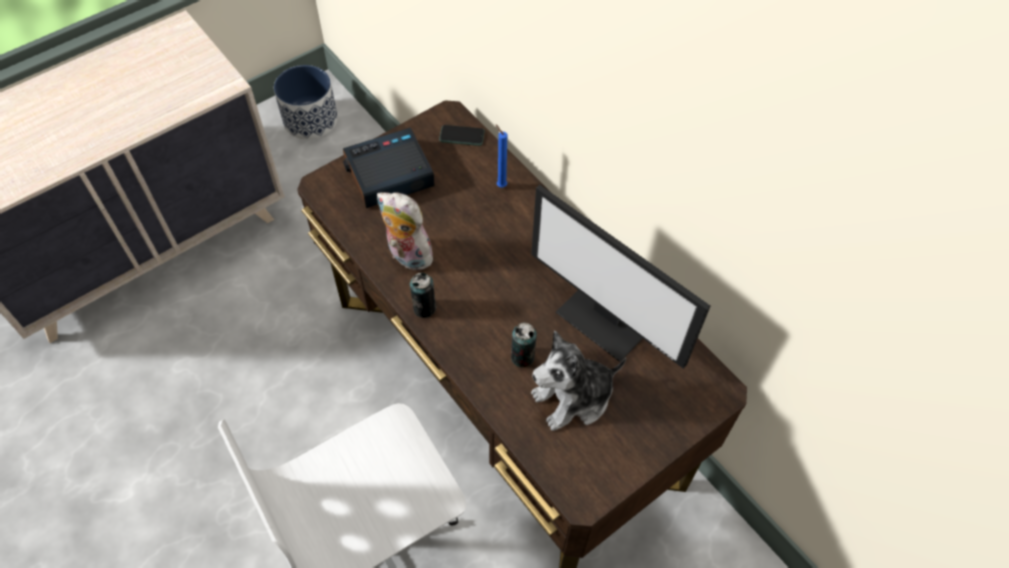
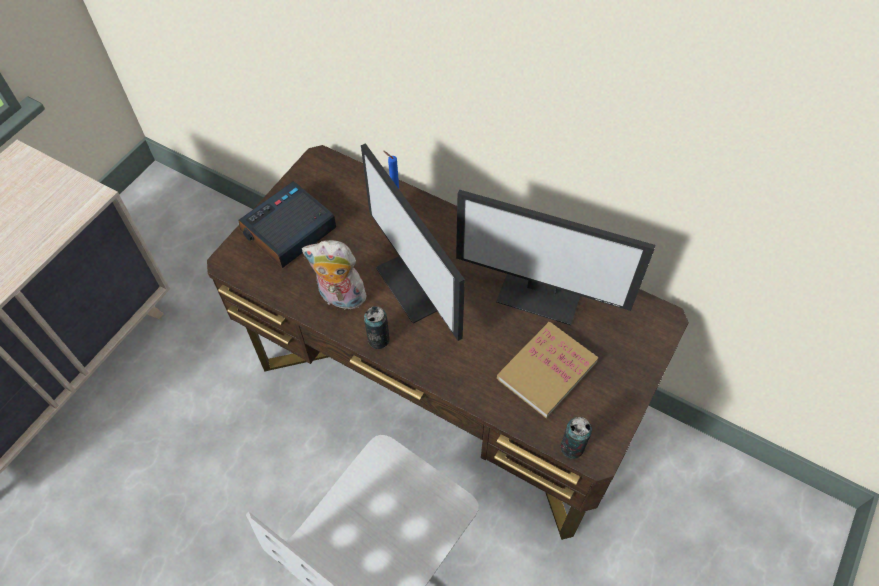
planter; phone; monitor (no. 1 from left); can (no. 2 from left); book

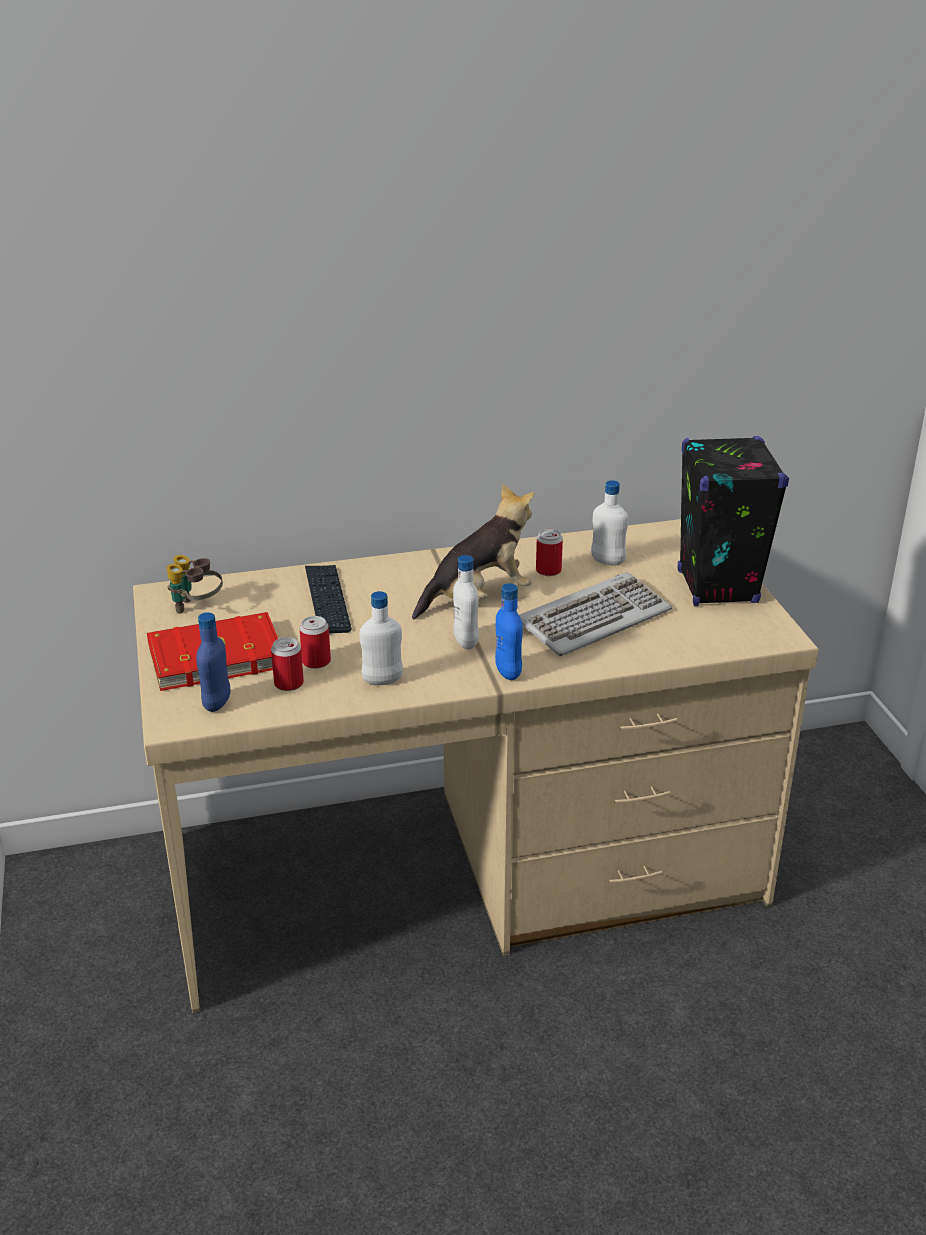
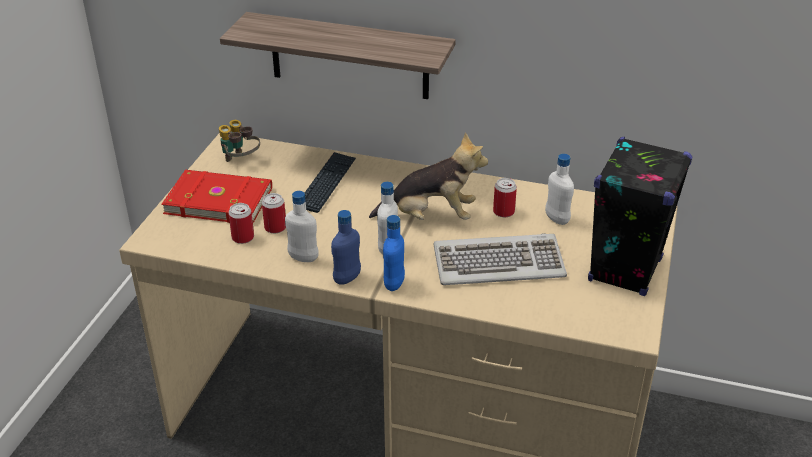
shelf; blue bottle (no. 1 from left)

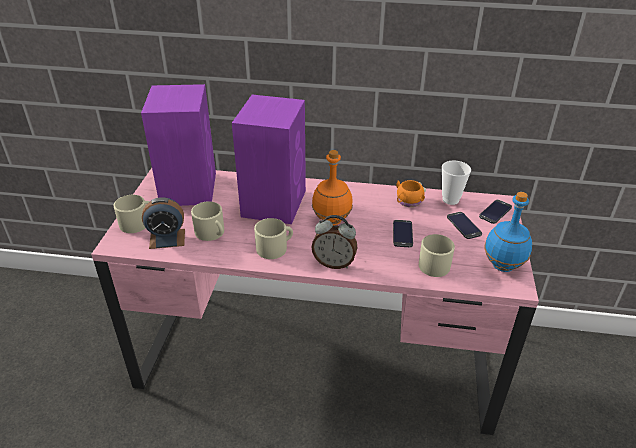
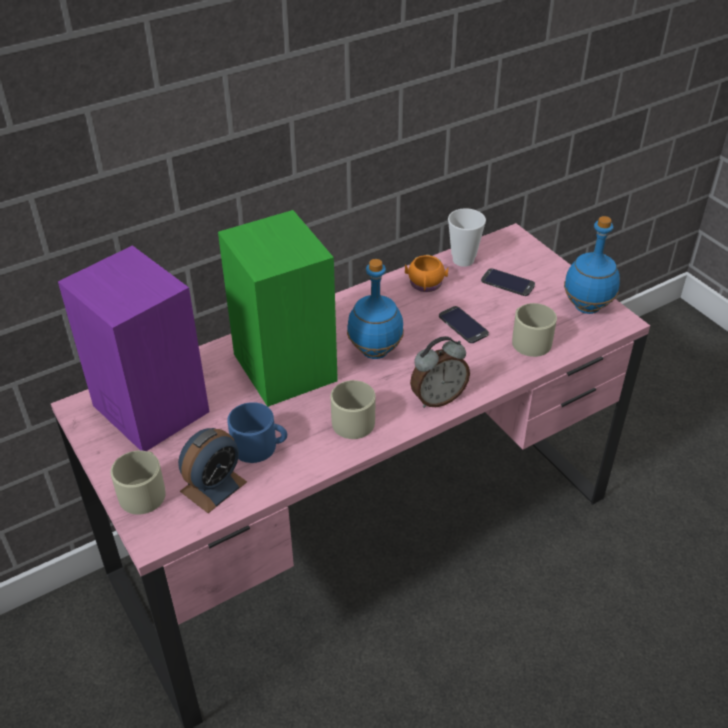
phone (no. 3 from left in the first image); blue mug; green speaker; blue bottle (no. 1 from left)

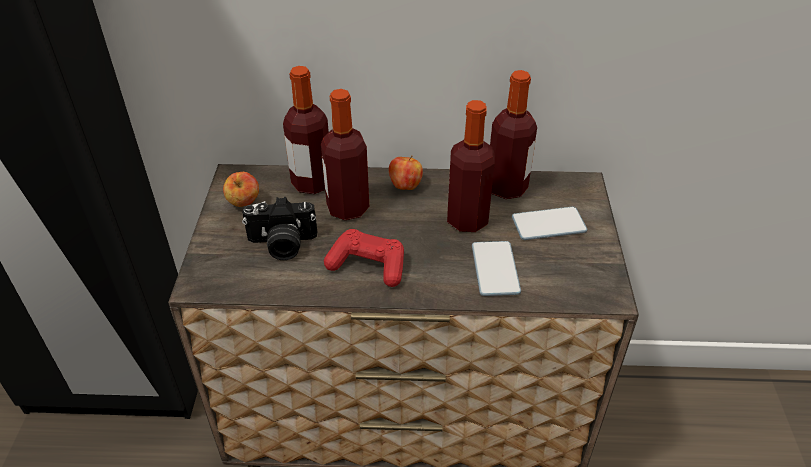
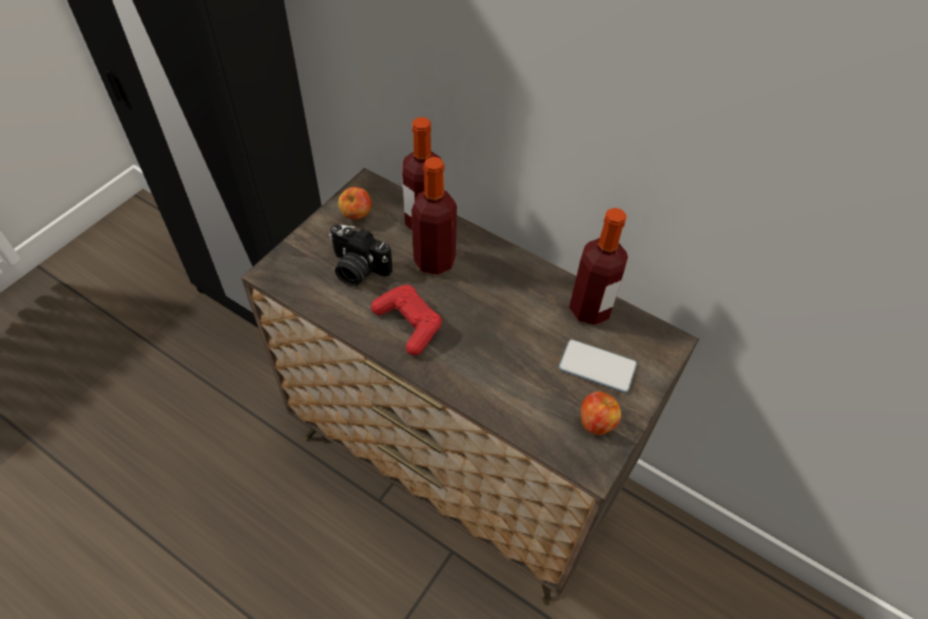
bottle (no. 3 from left in the first image); phone (no. 1 from left in the first image); apple (no. 2 from left)

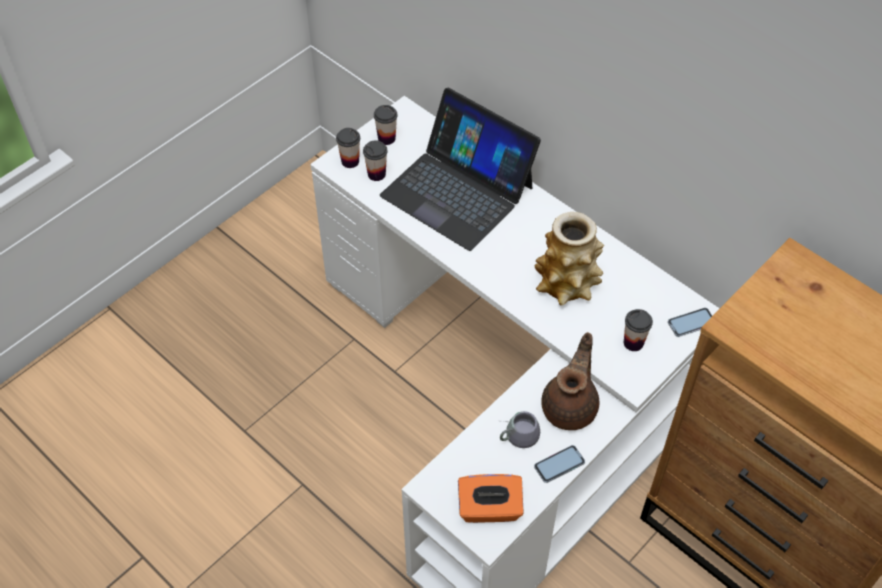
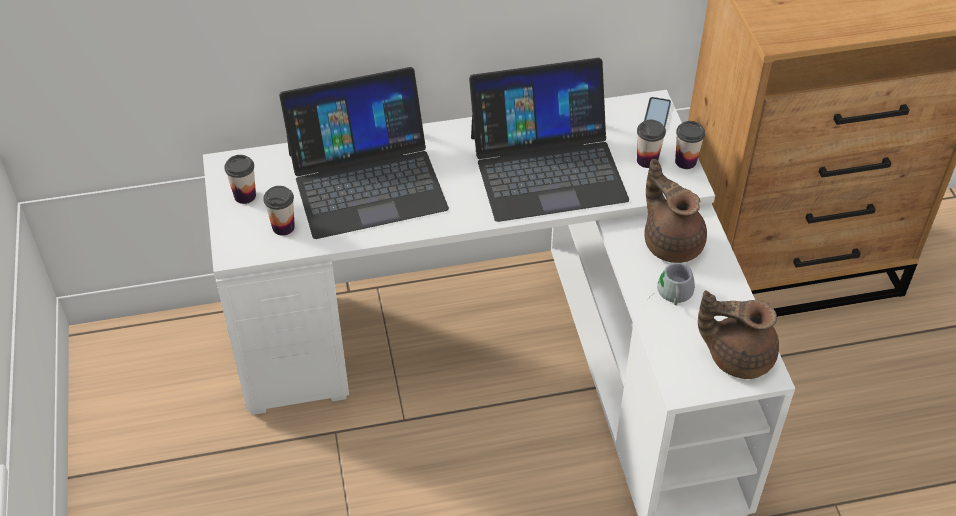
phone (no. 1 from left in the first image); cup (no. 4 from left); brown teapot (no. 2 from left); laptop (no. 2 from left)

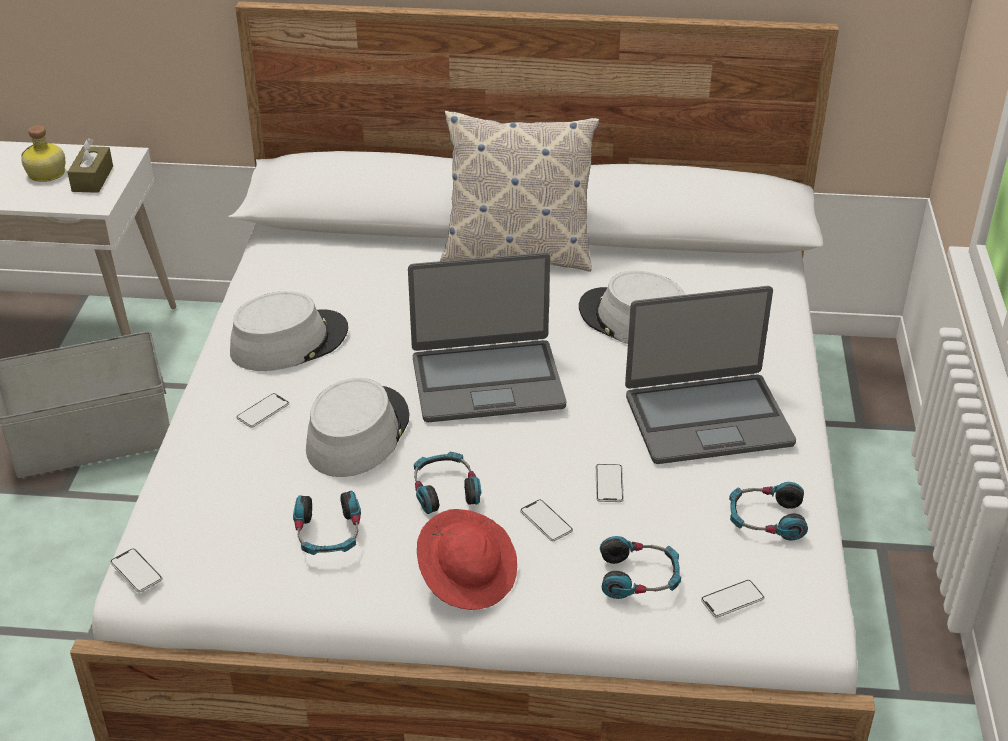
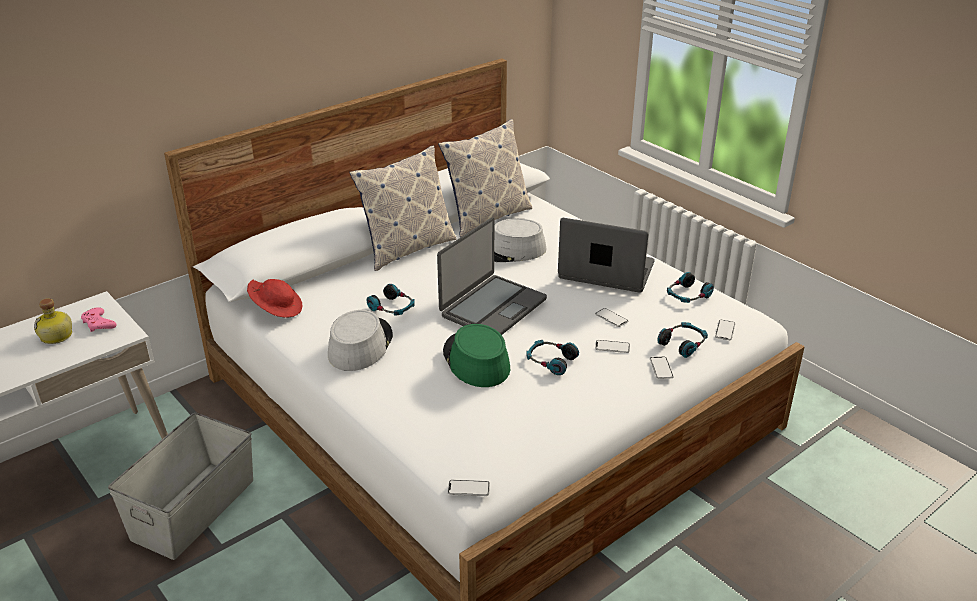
pillow (no. 2 from left); phone (no. 4 from left); headphones (no. 1 from left); red hat; pink game controller; green hat; laptop (no. 2 from left)

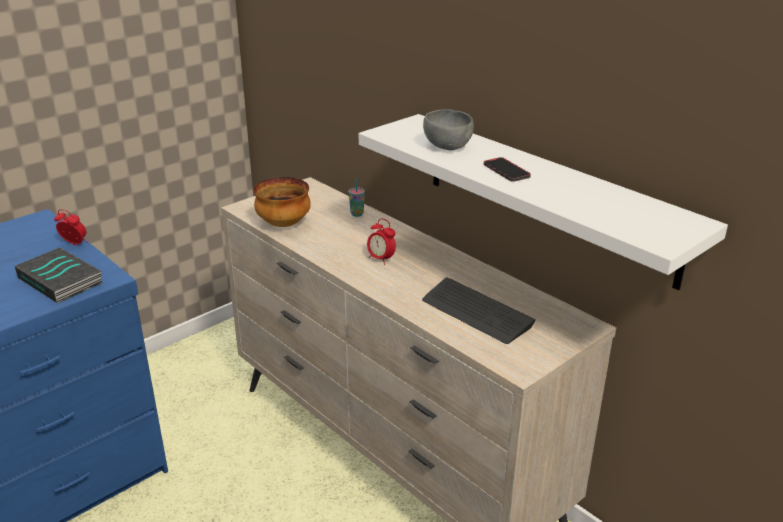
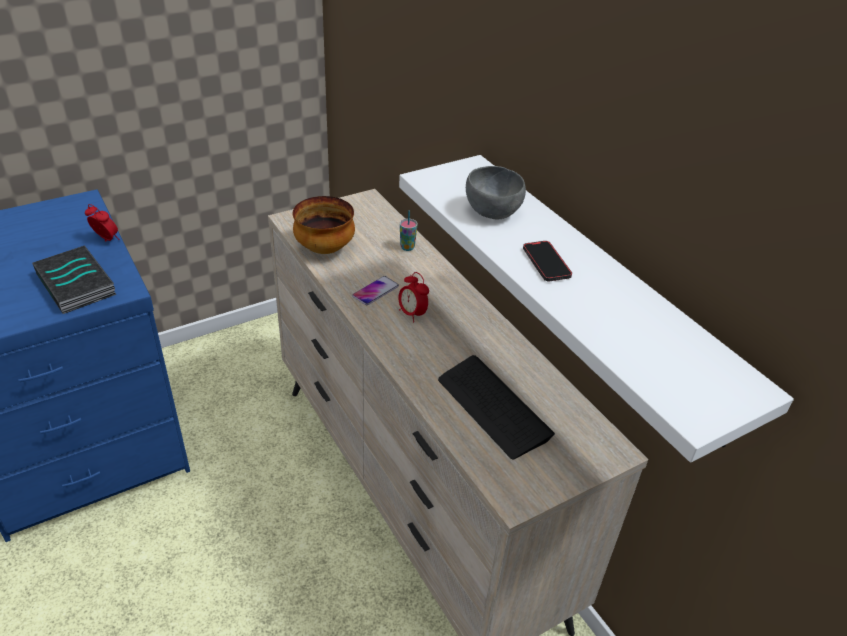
phone (no. 1 from left)

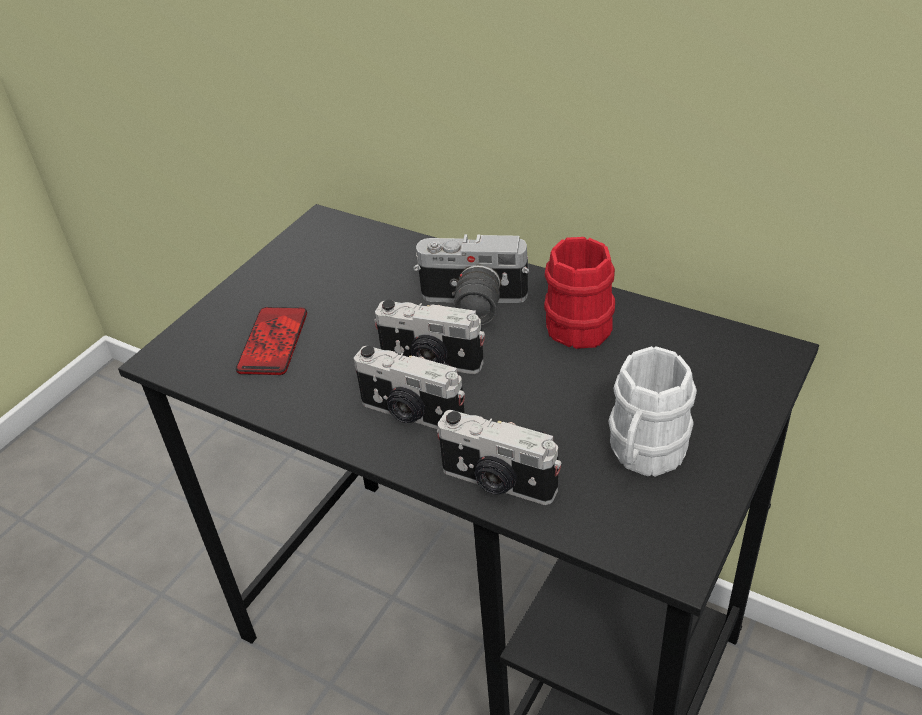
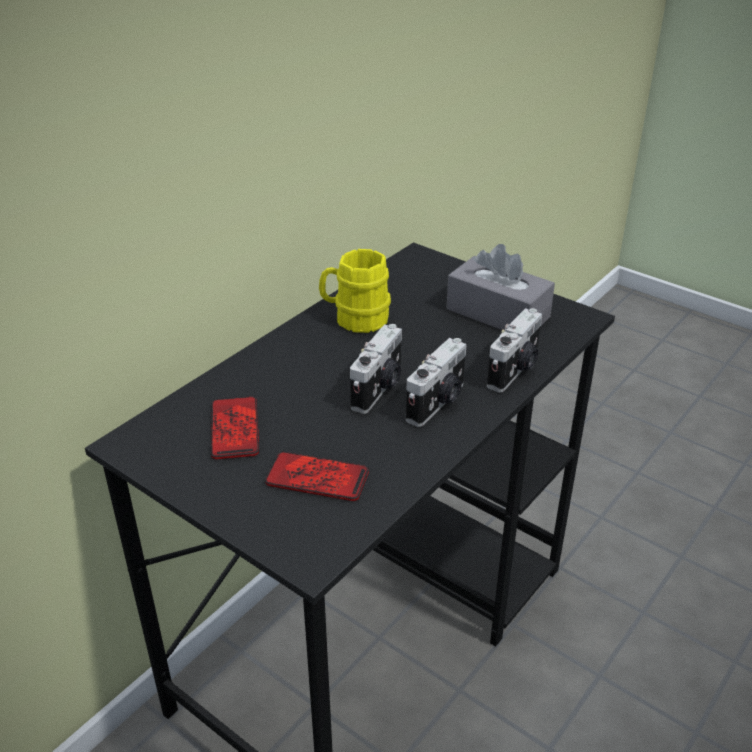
photo camera (no. 3 from left in the first image); phone (no. 1 from left); grey tissue box; yellow mug

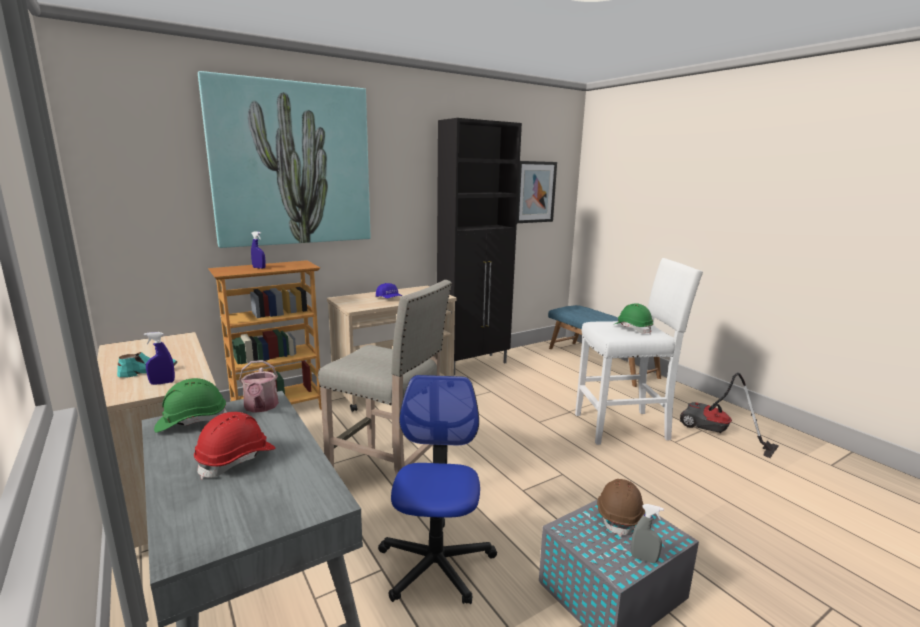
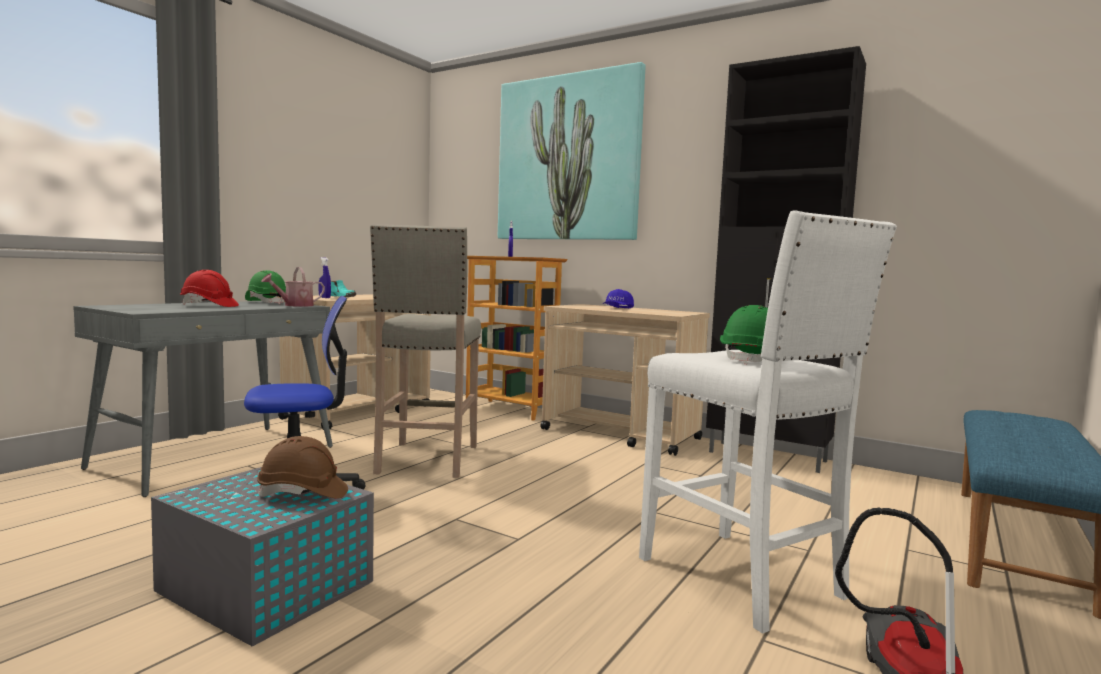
picture (no. 2 from left in the first image); grey spray bottle

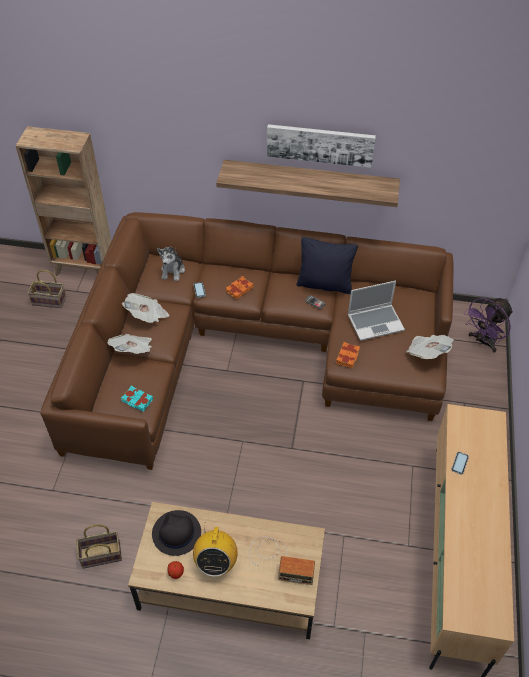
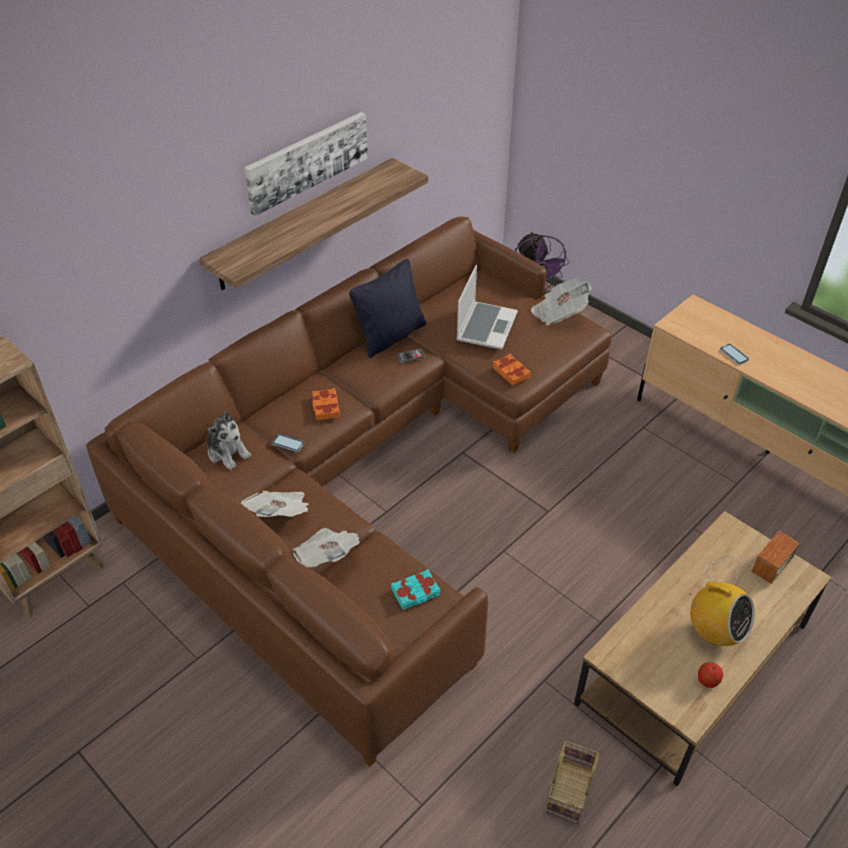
basket (no. 1 from left in the first image); black hat

